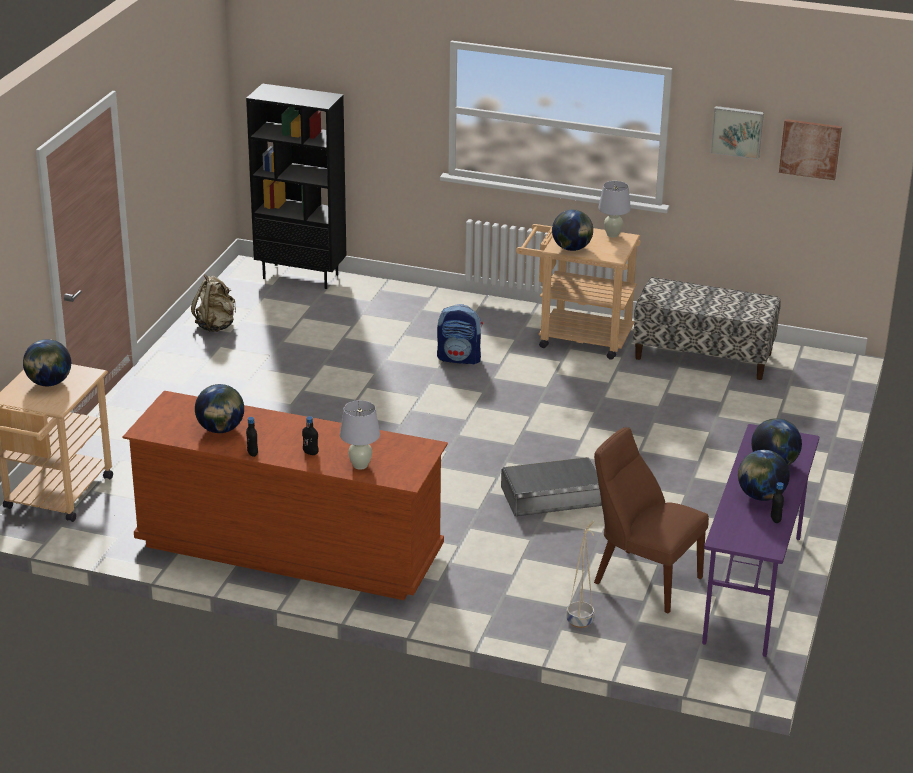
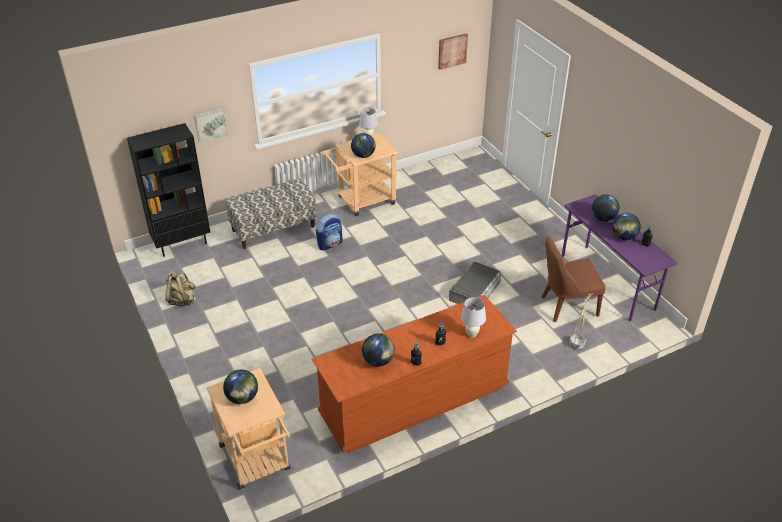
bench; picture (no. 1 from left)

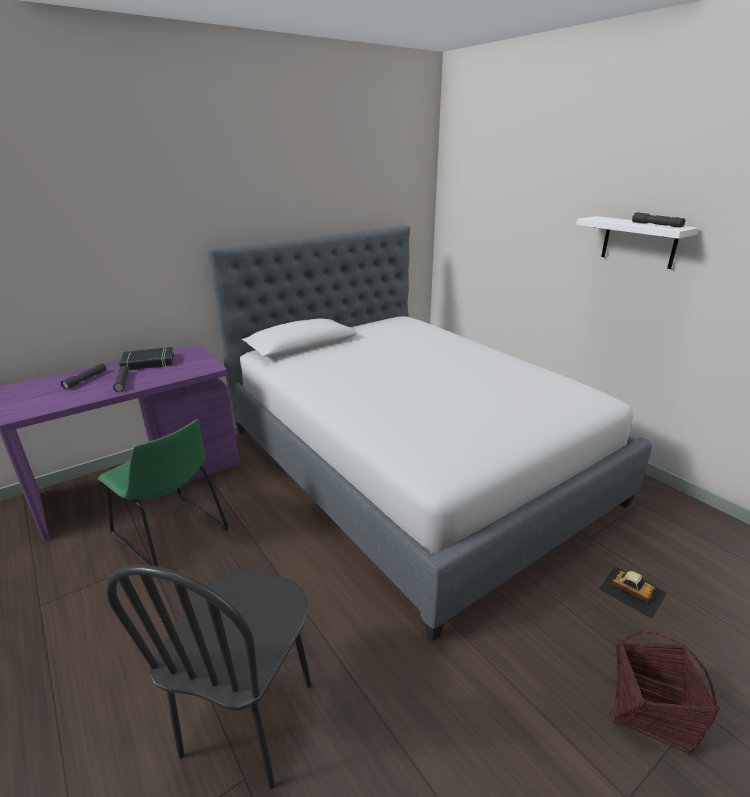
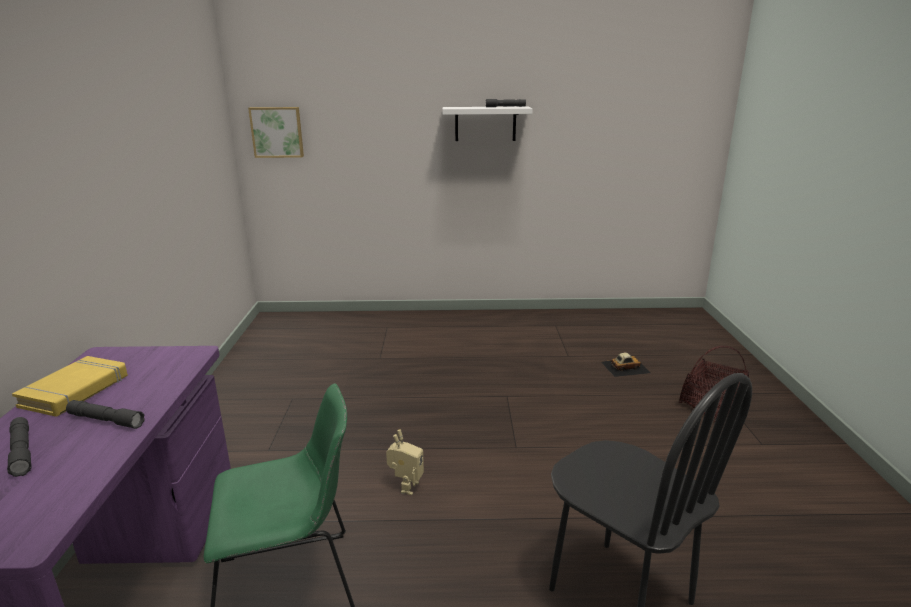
bed; picture; toy robot; yellow book

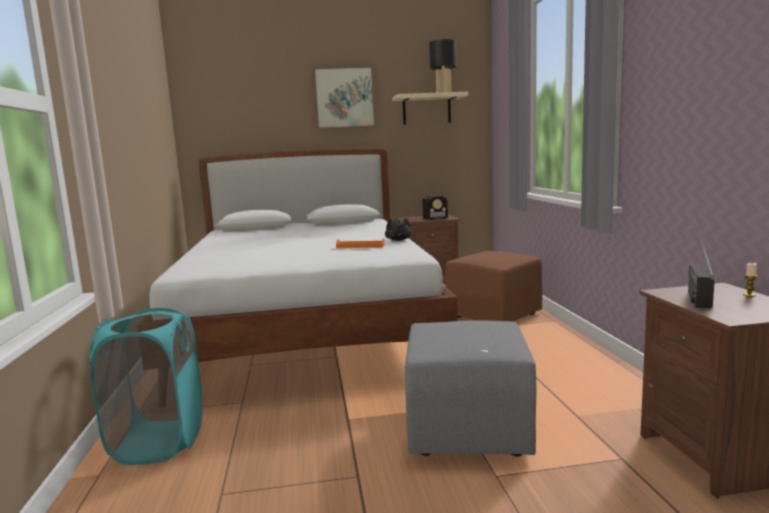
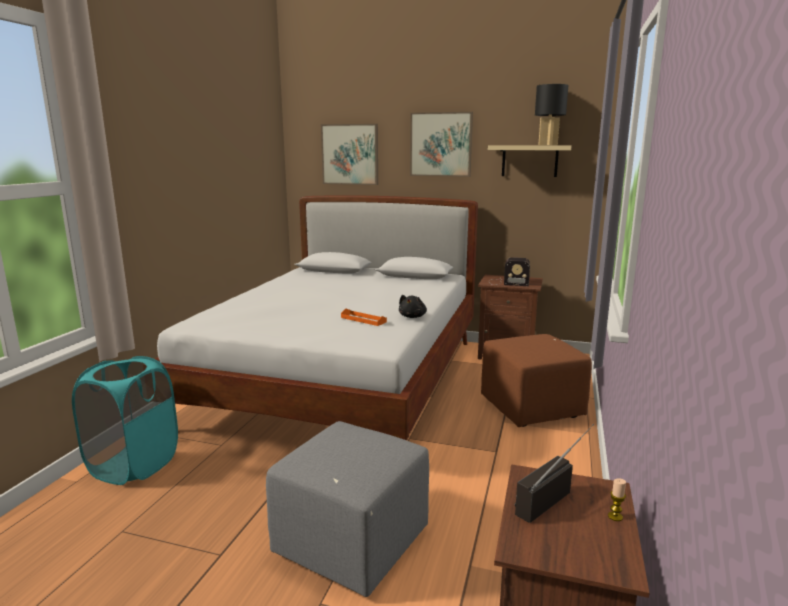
picture (no. 1 from left)

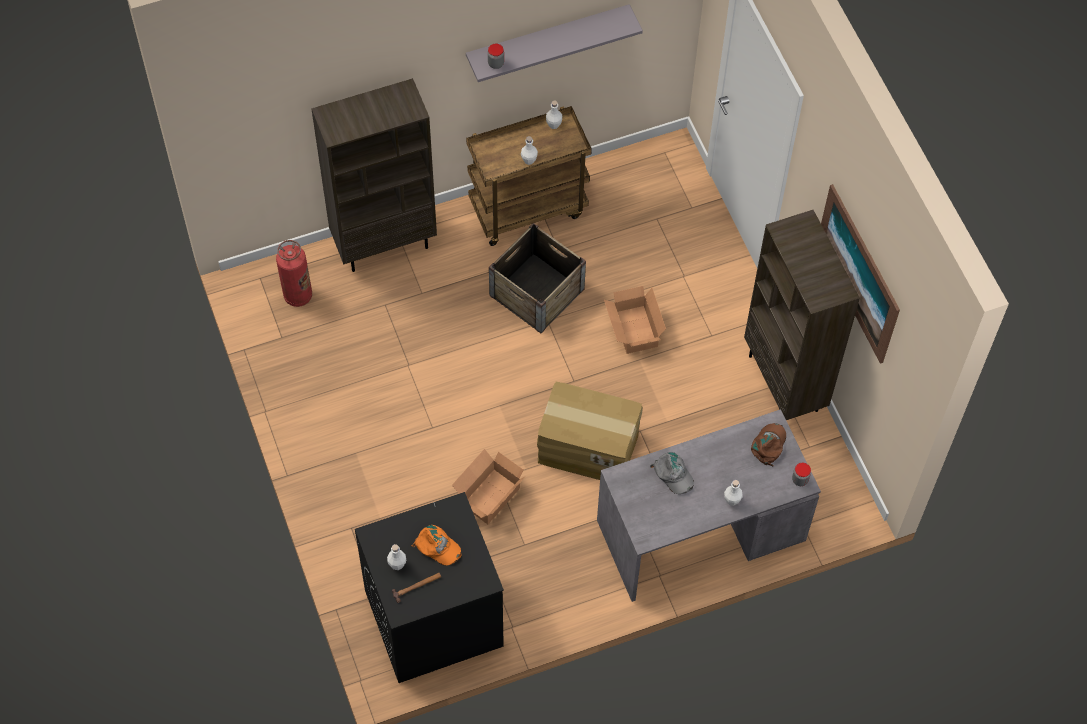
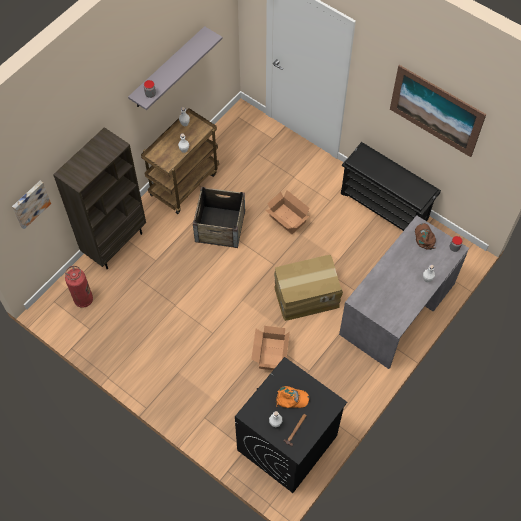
grey cap; picture (no. 1 from left); black shoe rack

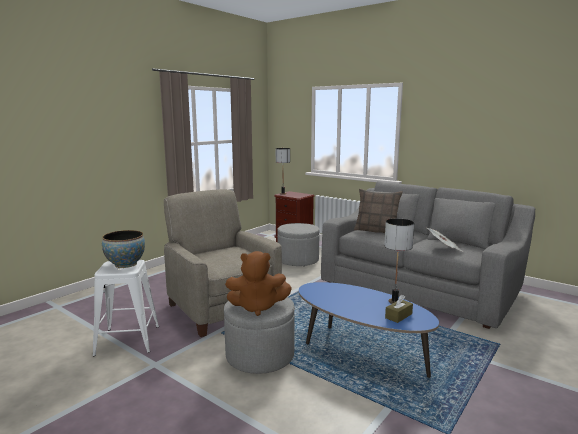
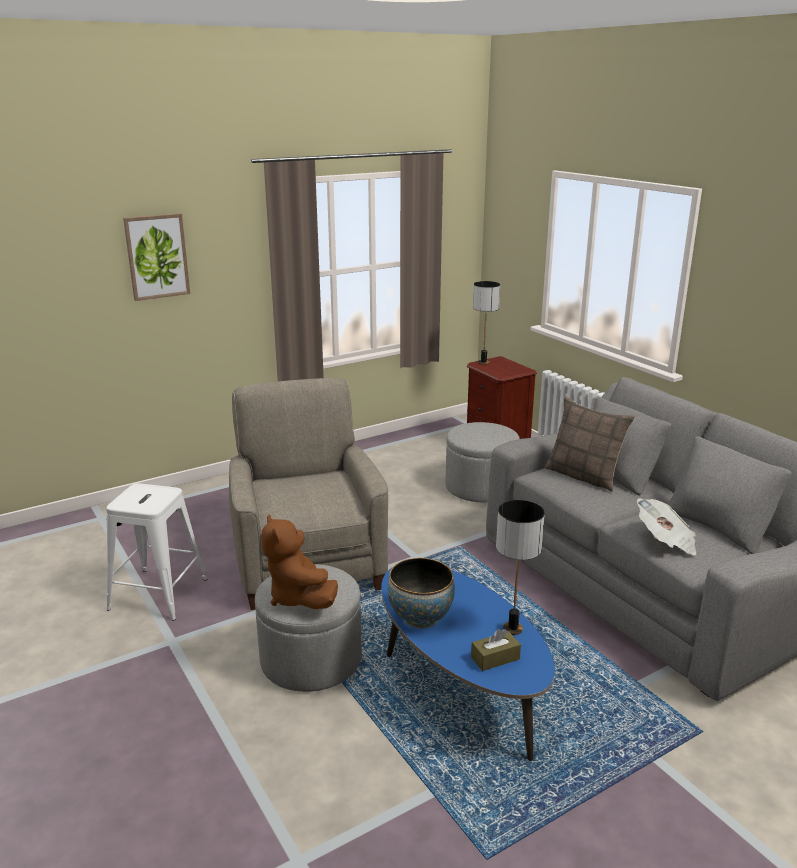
picture; bowl; brown plush toy

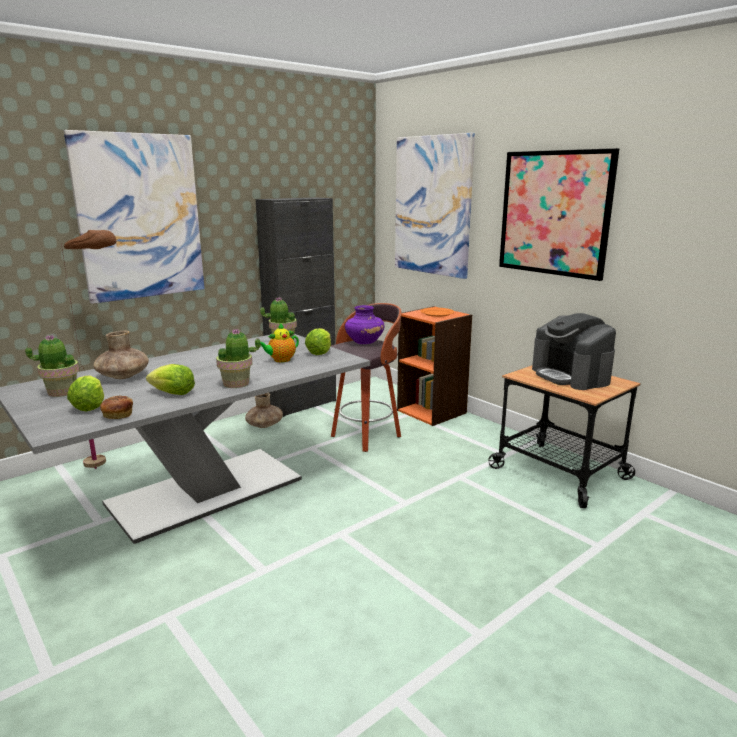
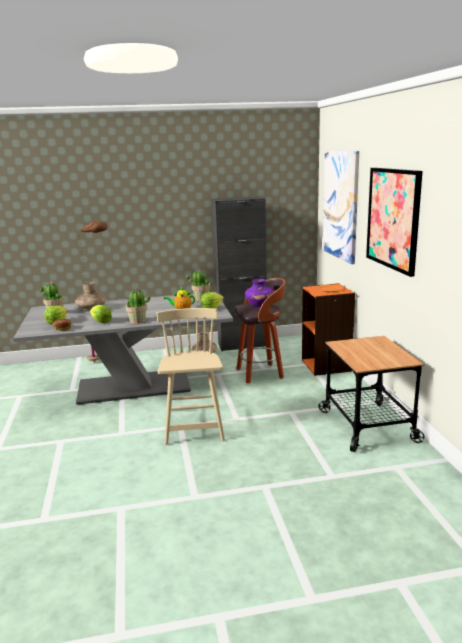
picture (no. 1 from left in the first image); coffee machine; beige chair

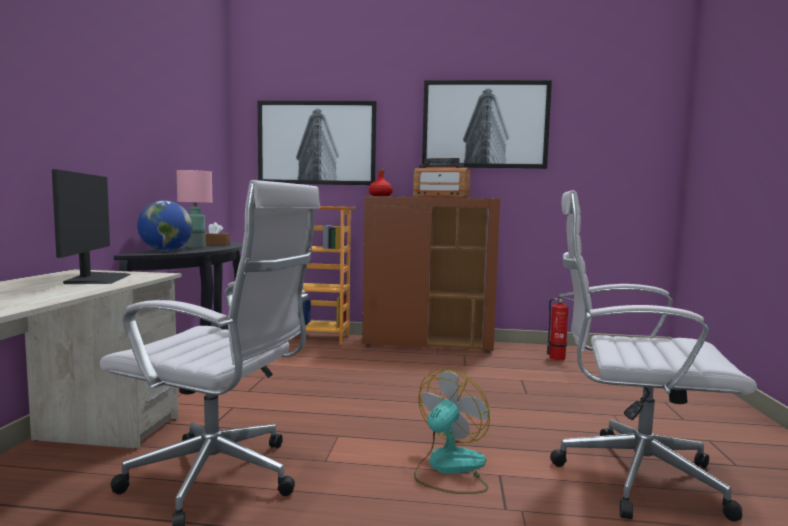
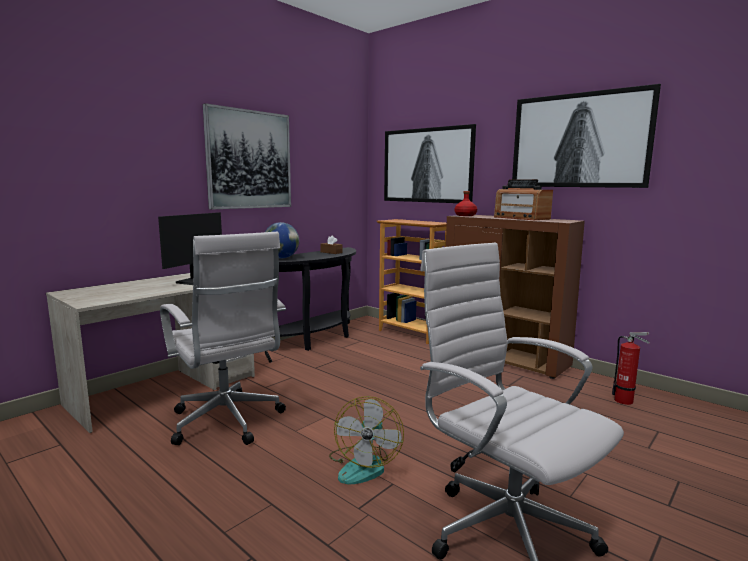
pink table lamp; picture (no. 1 from left); fan

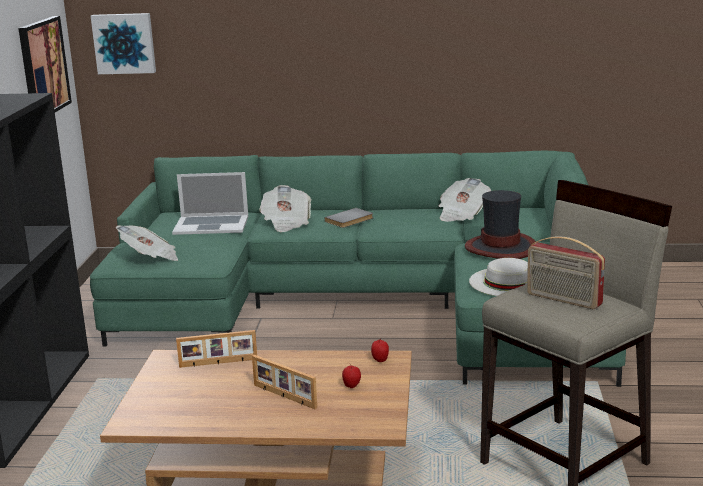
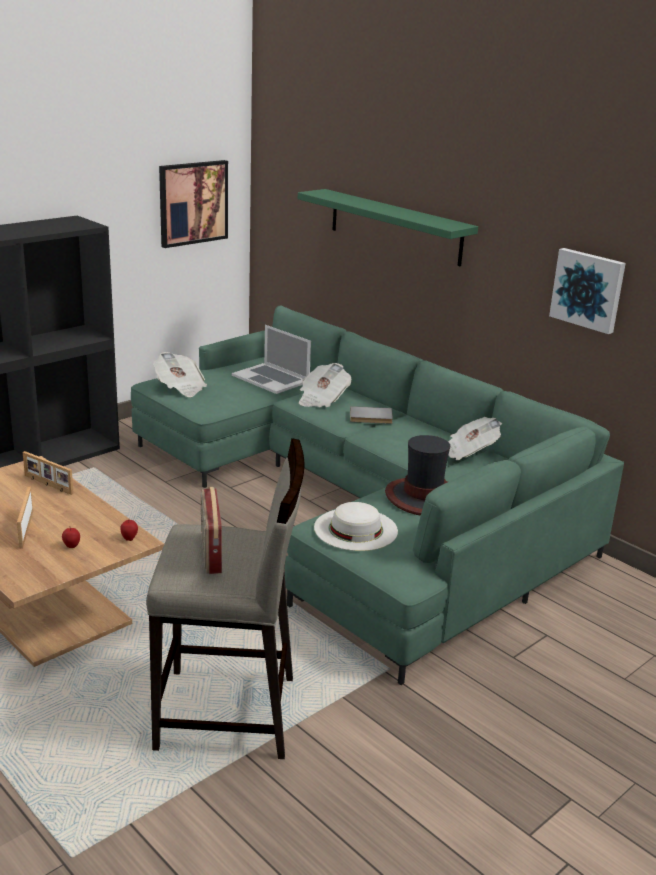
green shelf; picture (no. 2 from left)

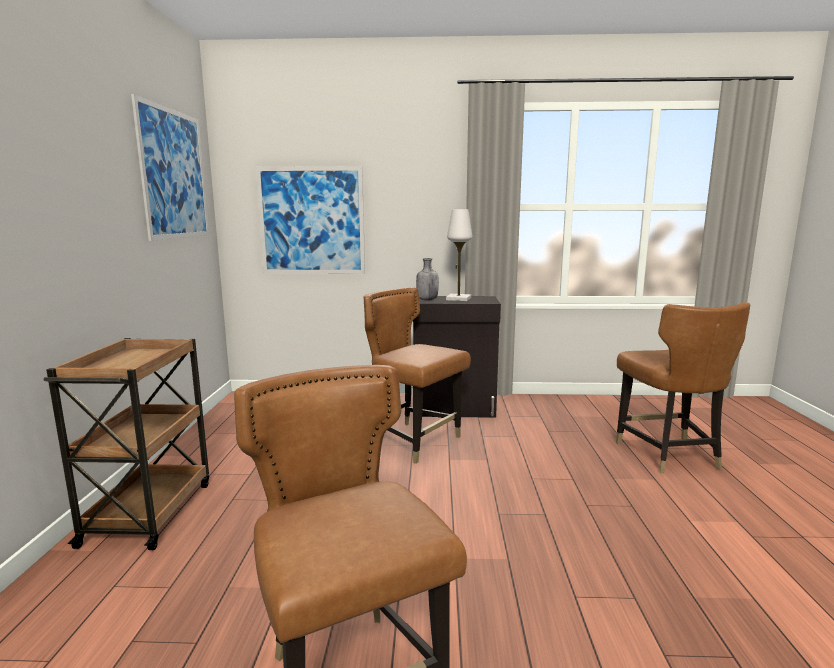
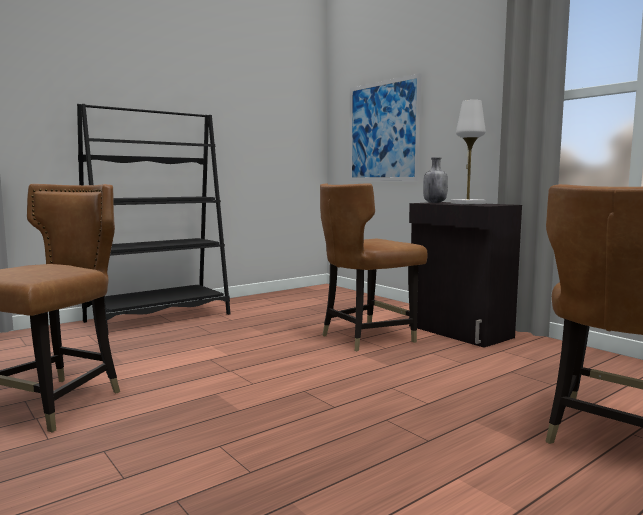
picture (no. 1 from left in the first image); black bookcase; brown chair (no. 2 from left)

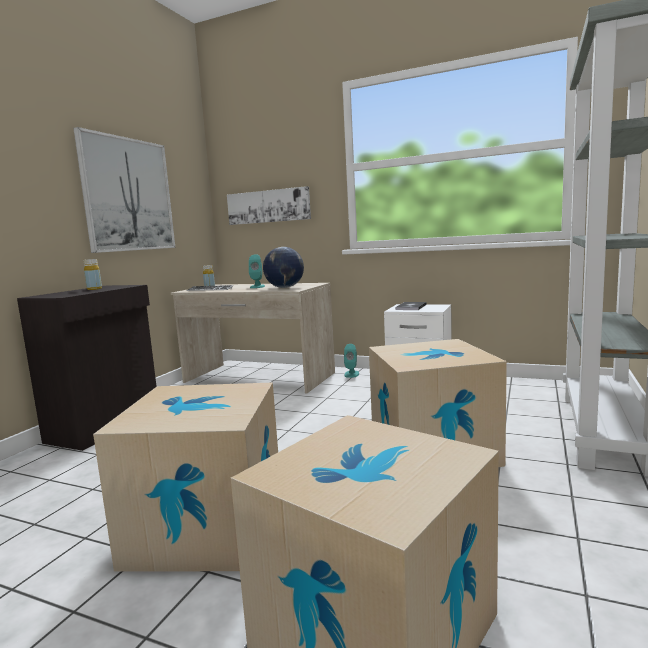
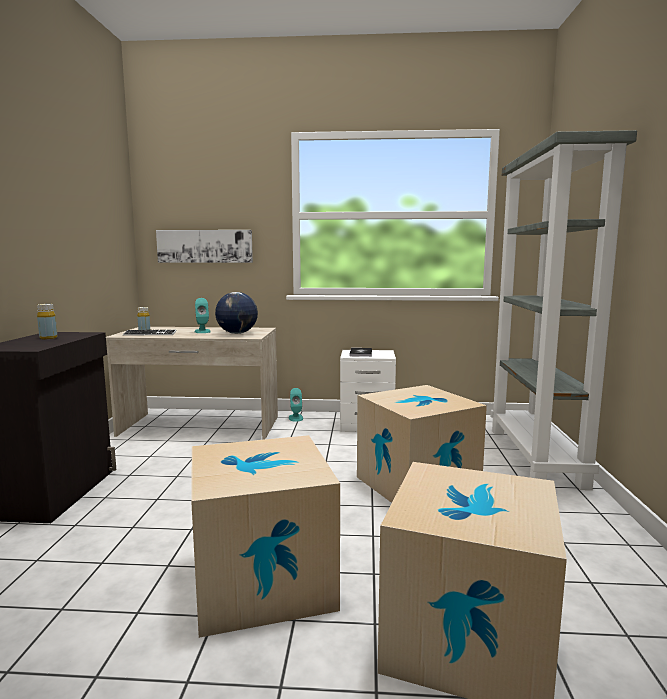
picture (no. 1 from left in the first image)

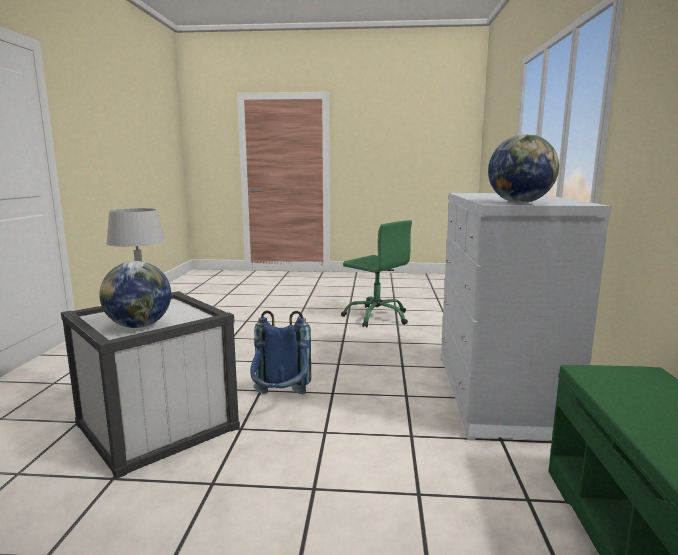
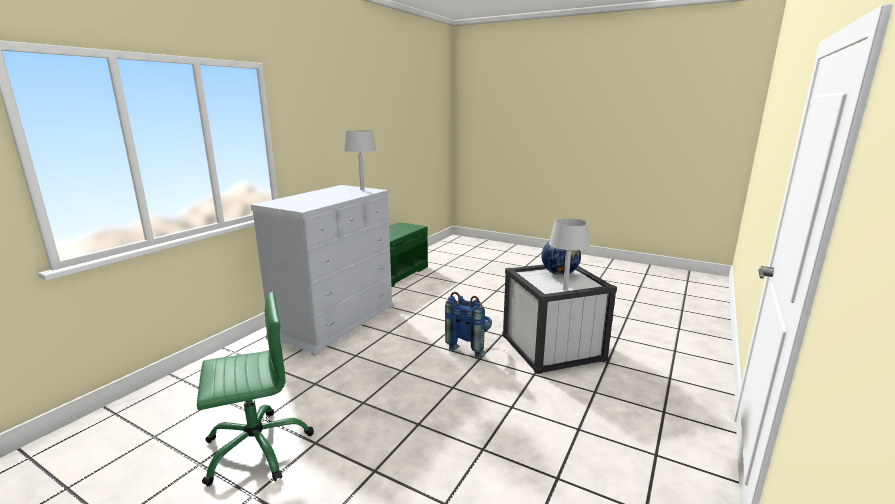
grey table lamp (no. 1 from left); green office chair

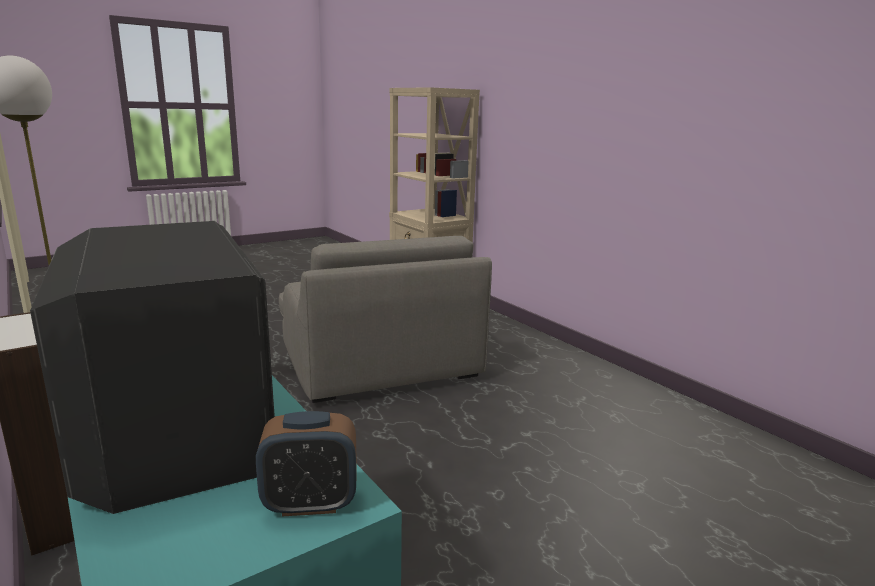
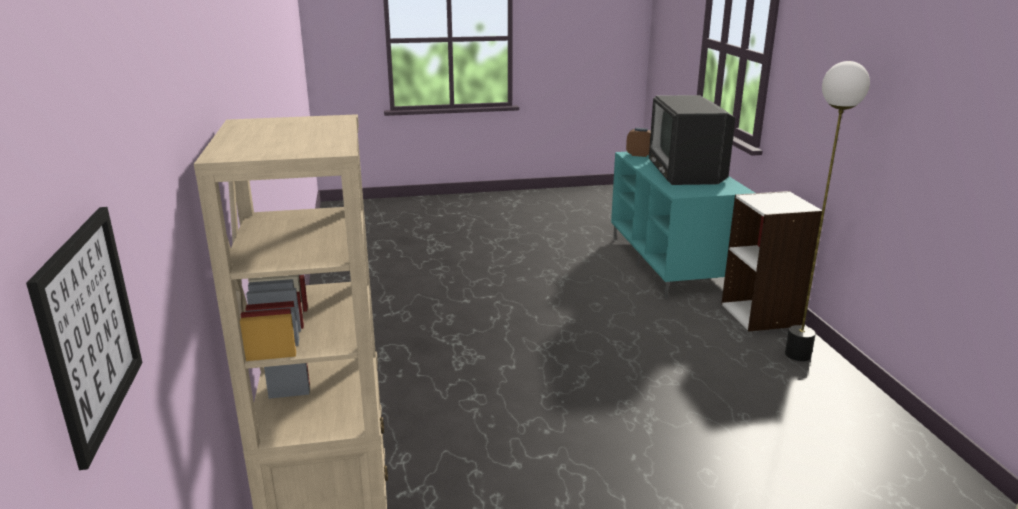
grey armchair; picture

